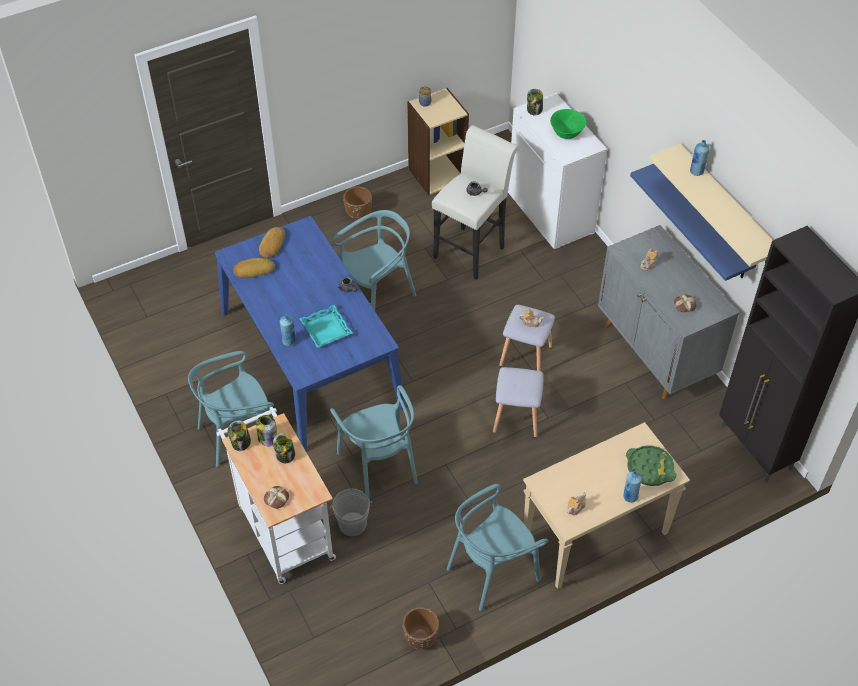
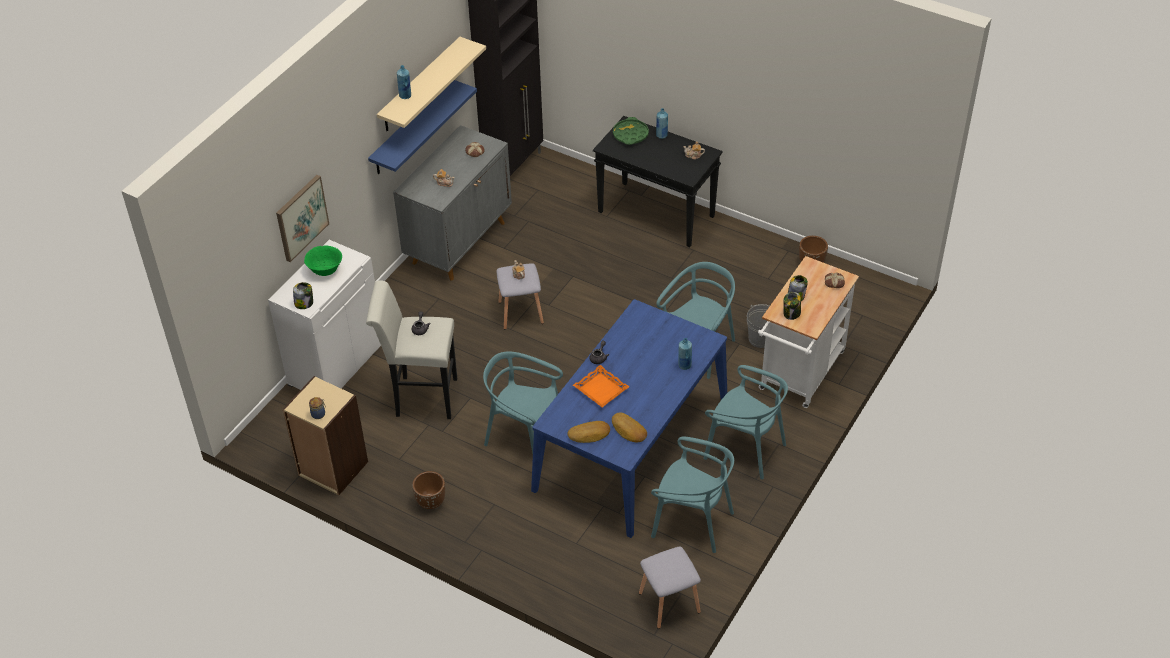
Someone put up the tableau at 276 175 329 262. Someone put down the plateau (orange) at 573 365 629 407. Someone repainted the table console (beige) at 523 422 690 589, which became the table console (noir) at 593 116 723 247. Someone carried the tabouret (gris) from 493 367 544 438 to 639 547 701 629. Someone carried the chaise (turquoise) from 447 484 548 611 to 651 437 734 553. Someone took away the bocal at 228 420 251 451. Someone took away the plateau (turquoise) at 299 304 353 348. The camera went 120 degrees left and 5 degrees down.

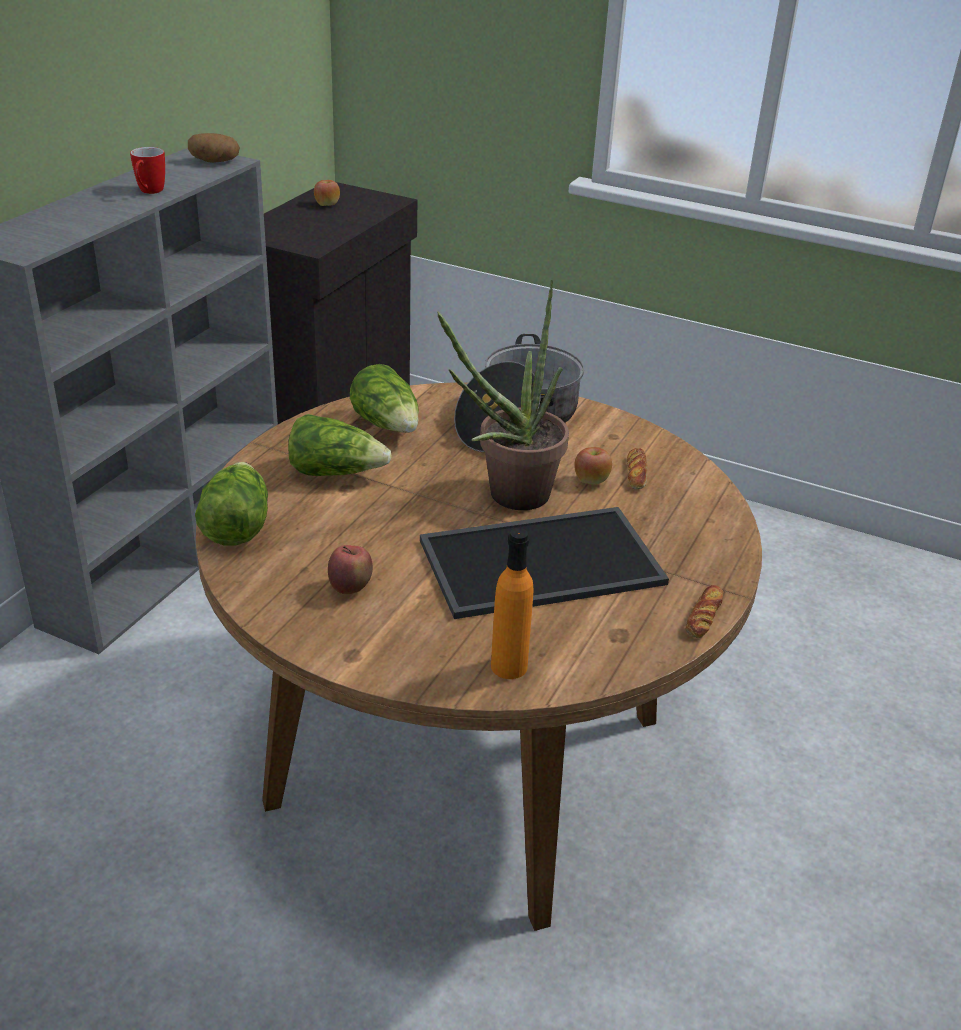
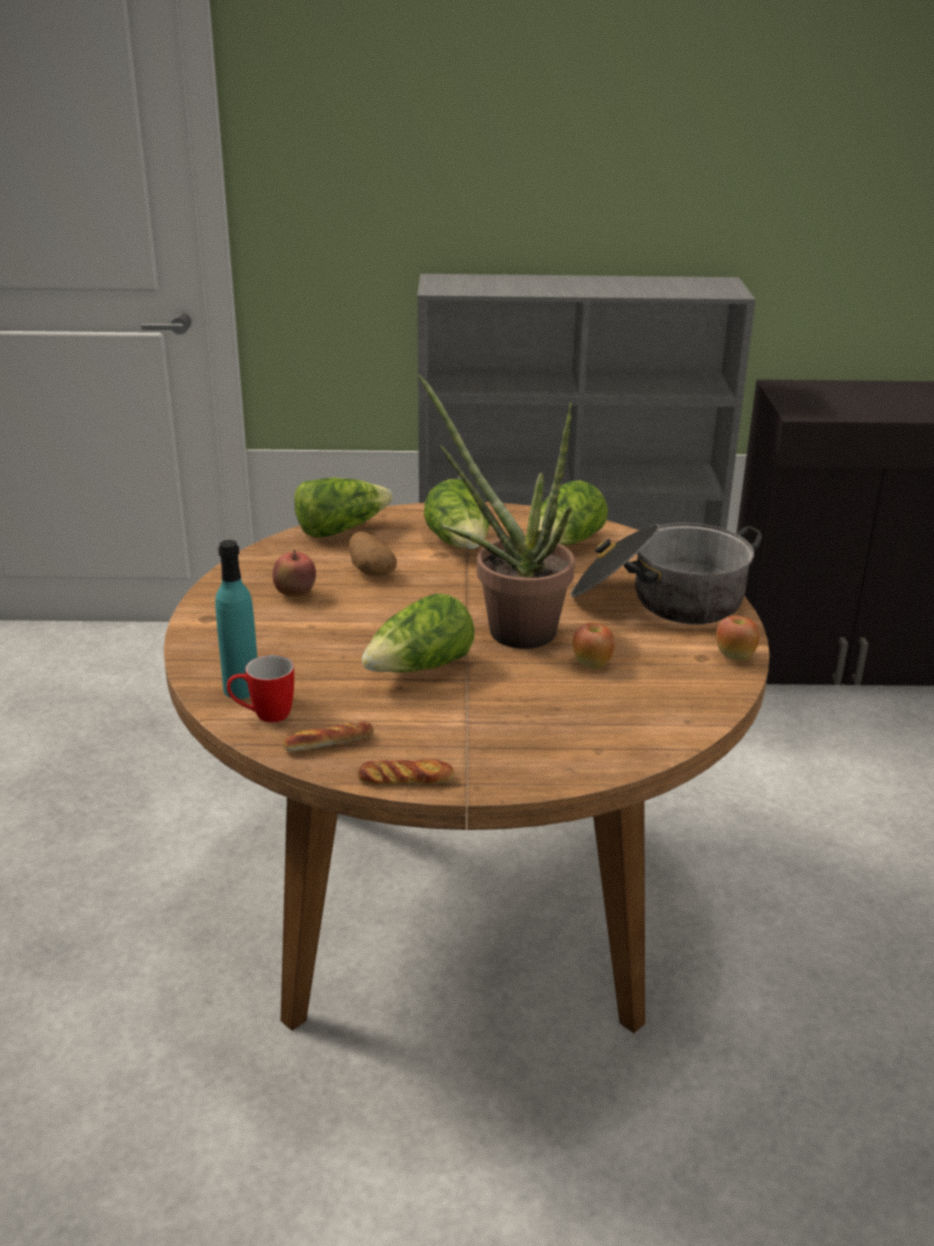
Someone repainted the bouteille (orange) at 491 528 534 679, which became the bouteille (turquoise) at 215 540 257 699. Someone carried the mug from 130 147 165 194 to 227 655 294 723. Someone carried the pain from 627 448 647 489 to 283 721 374 752. Someone carried the pomme de terre from 188 133 240 163 to 349 532 397 576. Someone swapped the plateau at 420 507 669 619 for the laitue at 362 593 475 673. Someone carried the pomme from 314 180 340 206 to 716 615 760 660. The camera went 65 degrees right and 5 degrees down.

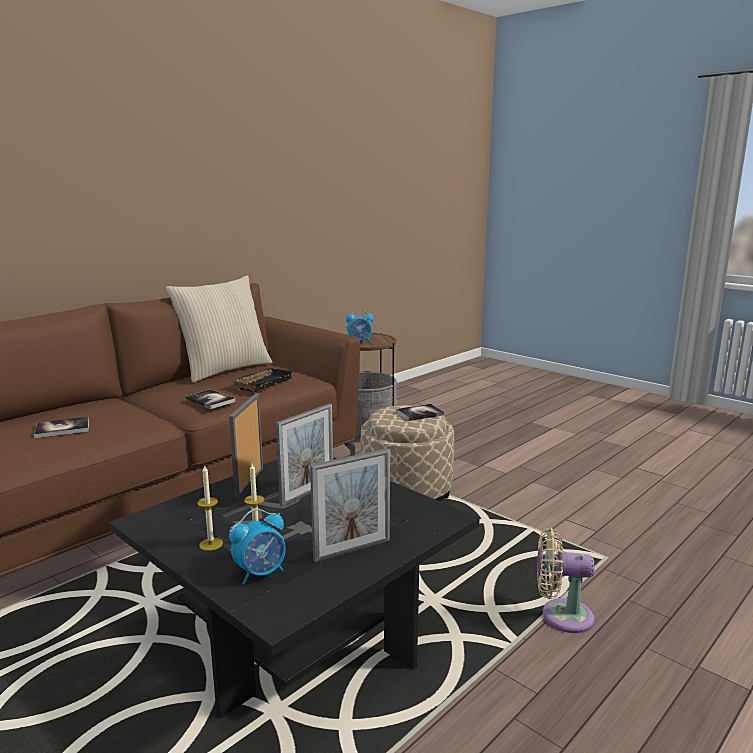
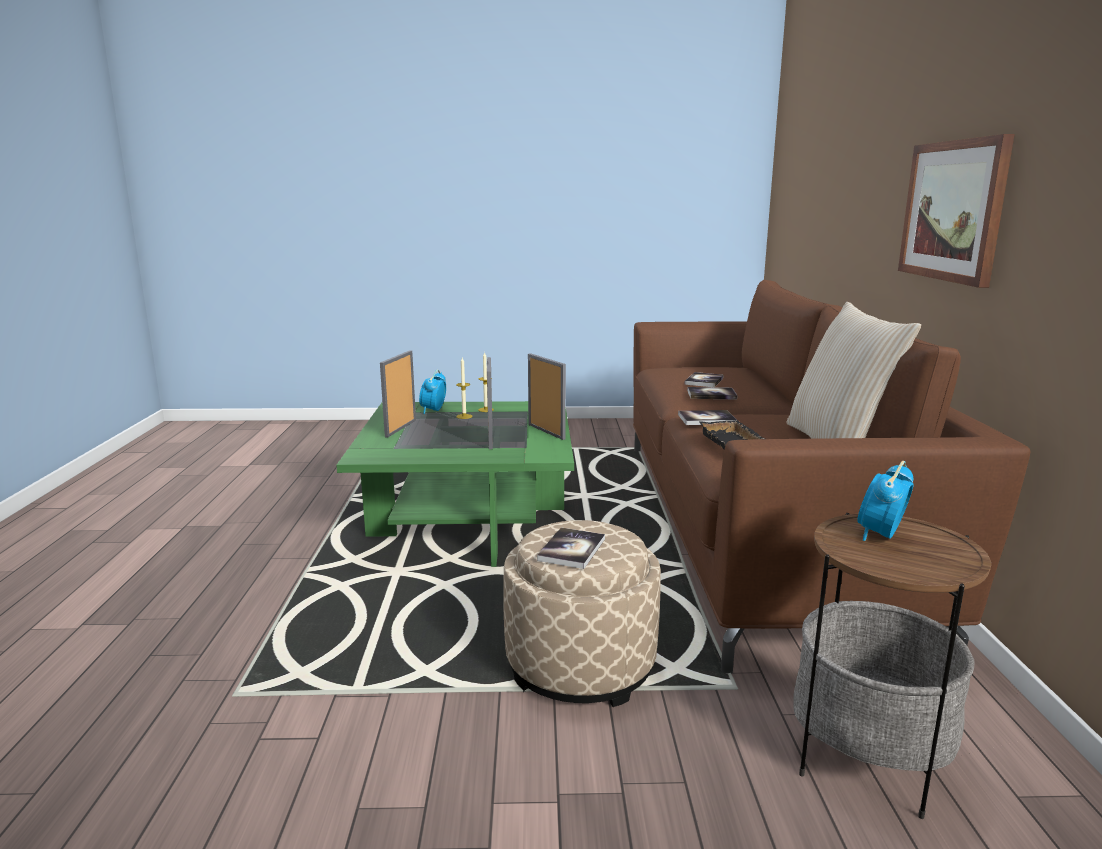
Someone repainted the table basse (noir) at 110 457 480 718, which became the table basse (vert) at 336 401 574 567. Someone put down the livre at 687 387 737 400. Someone put up the tableau at 898 134 1015 288. Someone took away the ventilateur (beige) at 537 528 595 633. The camera went 135 degrees right and 0 degrees up.

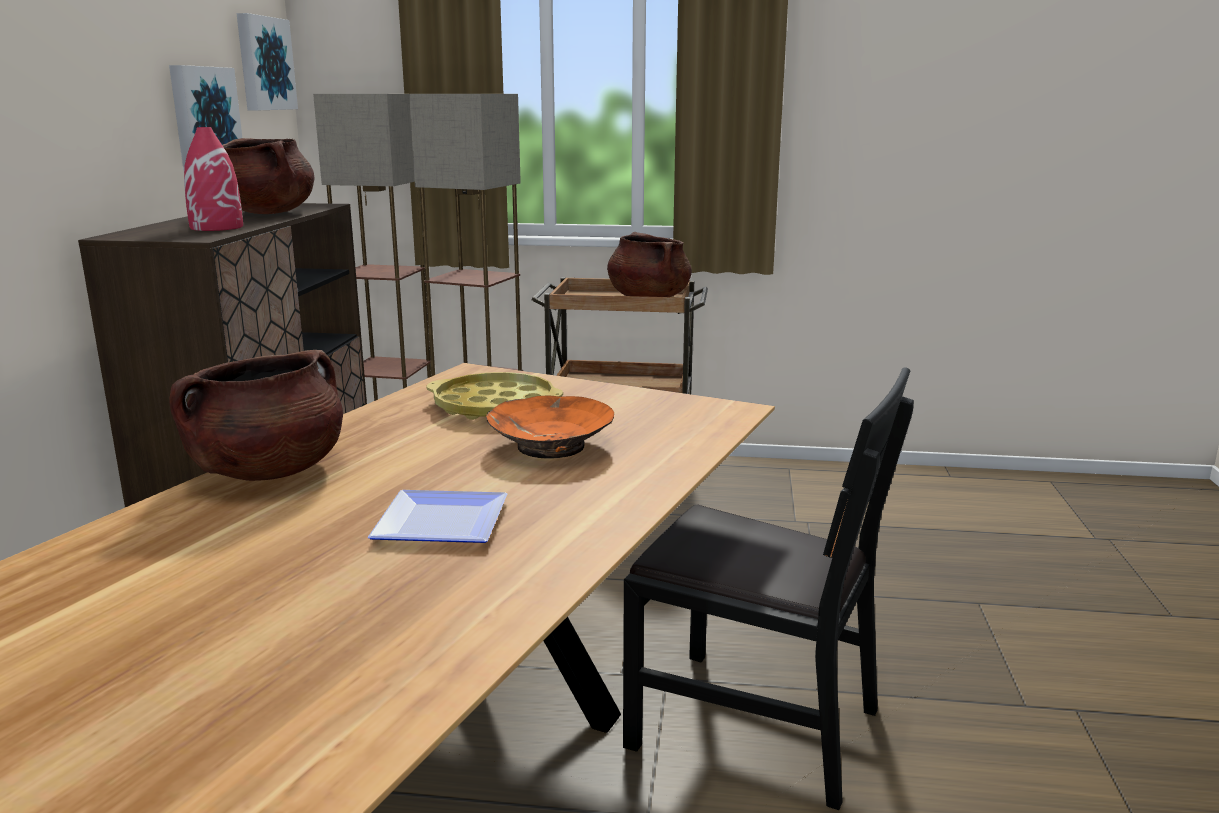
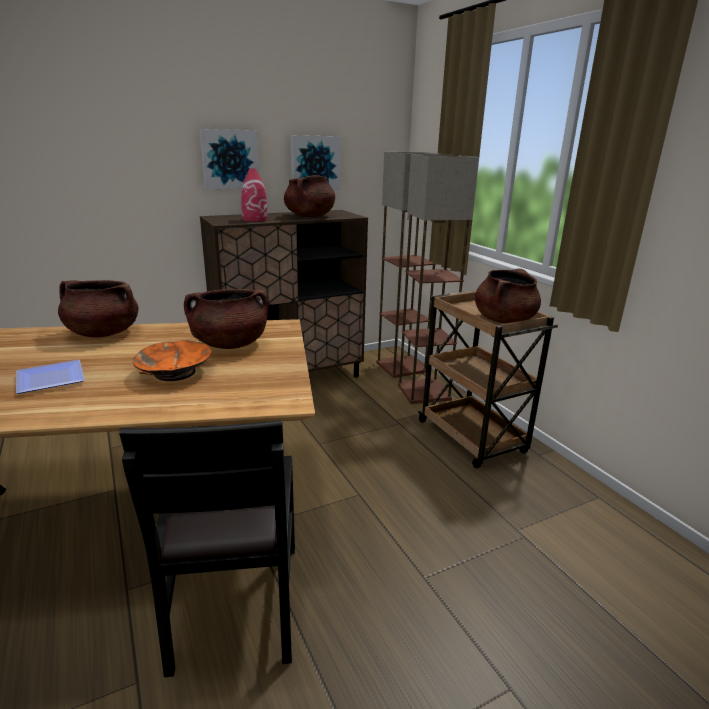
Someone swapped the plateau (jaune) at 427 372 563 420 for the marmite (marron) at 184 289 268 349. Someone carried the tableau from 236 13 298 110 to 199 129 259 189. The camera went 55 degrees right and 5 degrees up.

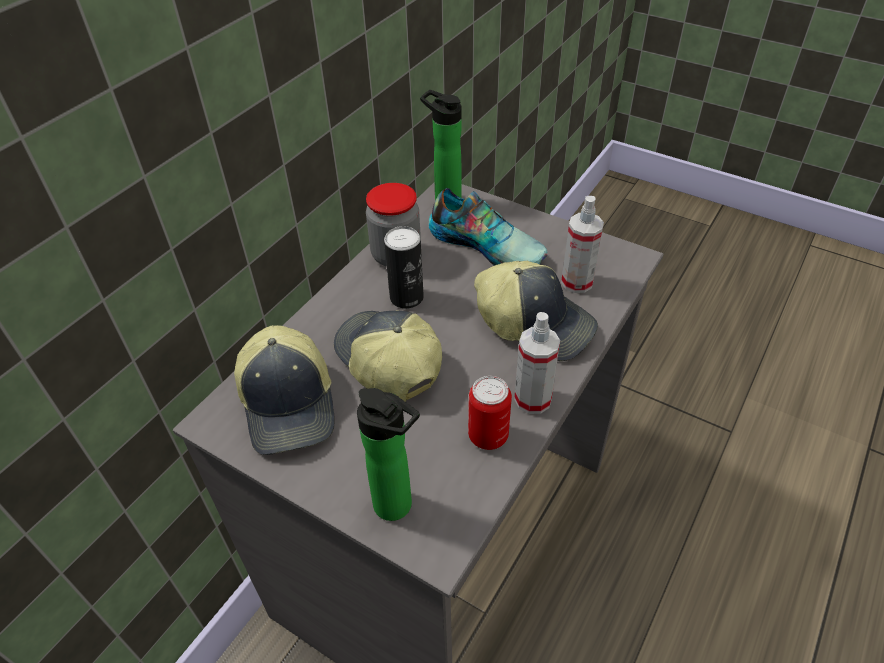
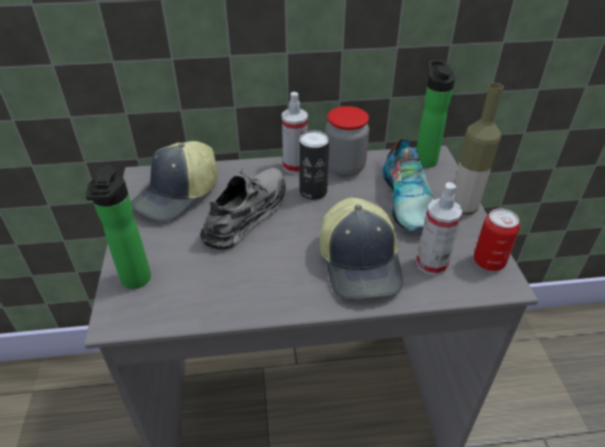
Someone swapped the casquette at 334 310 442 402 for the chaussure (gris) at 200 168 286 250. Someone carried the vaporisateur from 514 312 560 414 to 282 92 308 174. Someone put down the bouteille at 454 83 504 215. Someone carried the boîte métallique from 468 376 512 450 to 474 208 520 271. The camera went 50 degrees right and 5 degrees down.

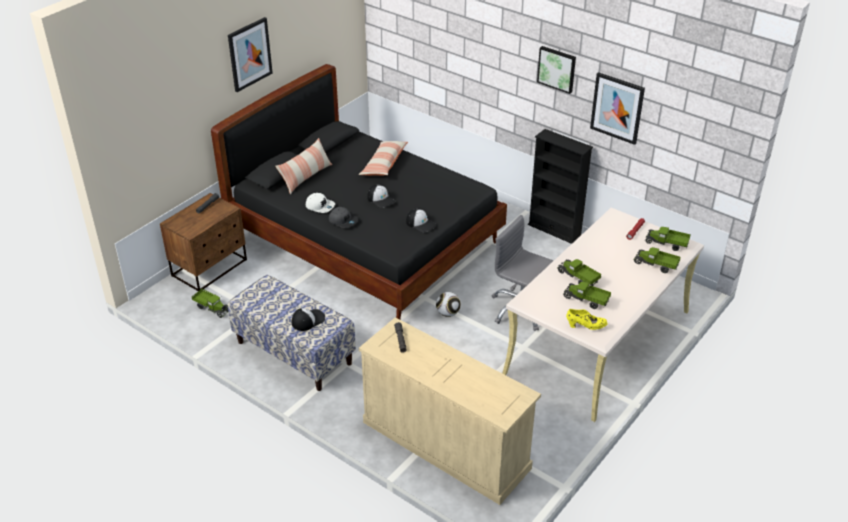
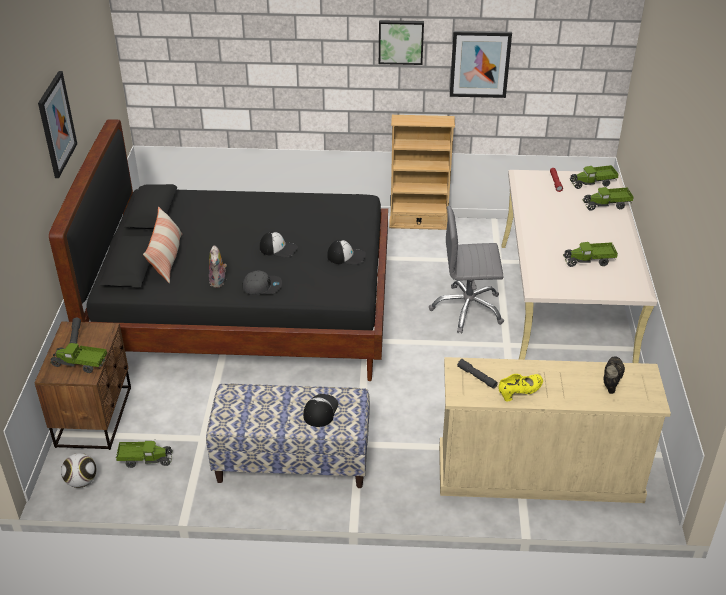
Someone carried the camion jouet from 557 259 601 286 to 50 343 107 373. Someone carried the ballon de foot from 436 292 461 317 to 61 453 97 488. Someone swapped the casquette (blanc) at 306 193 335 213 for the peluche at 209 245 227 288. Someone repainted the bibliothèque (noir) at 528 129 593 244, which became the bibliothèque (beige) at 389 115 455 230. Someone carried the chaussure (jaune) from 566 309 608 330 to 499 374 543 401. Someone put down the chaussure (noir) at 604 356 625 394. Someone took away the coussin at 359 141 408 176. The camera went 35 degrees left and 0 degrees up.

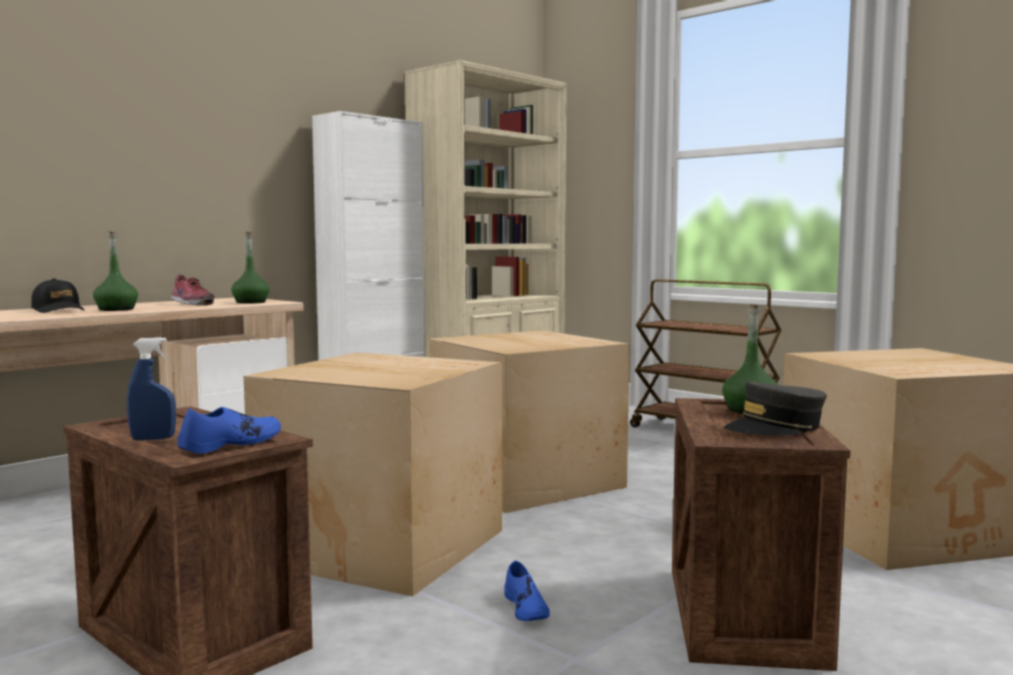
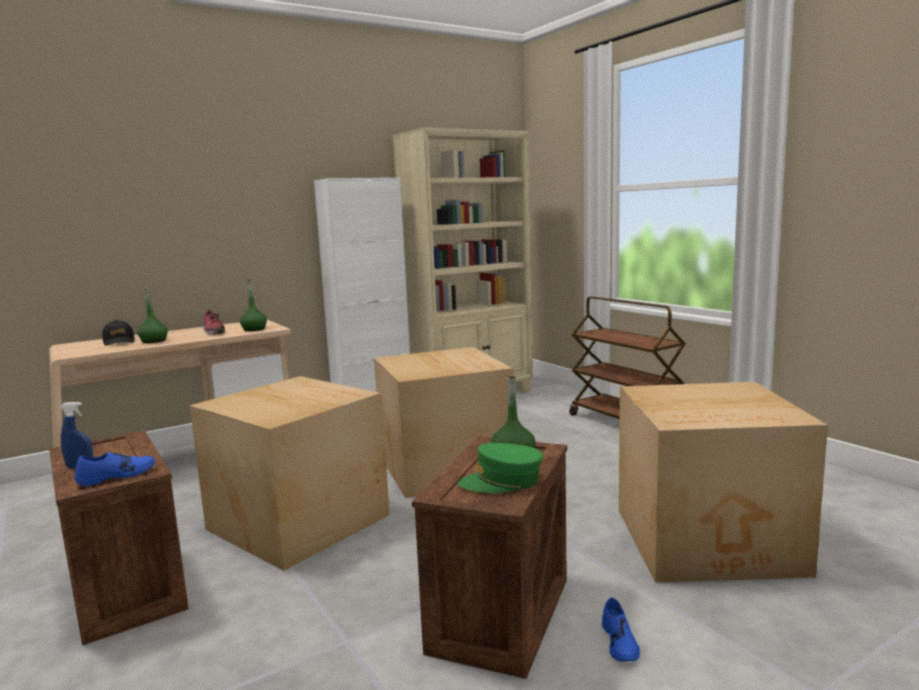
Someone repainted the casquette (gris) at 724 382 827 436, which became the casquette (vert) at 458 443 543 493. Someone carried the chaussure (bleu) from 504 560 550 621 to 602 597 640 661. The camera went 15 degrees right and 5 degrees up.

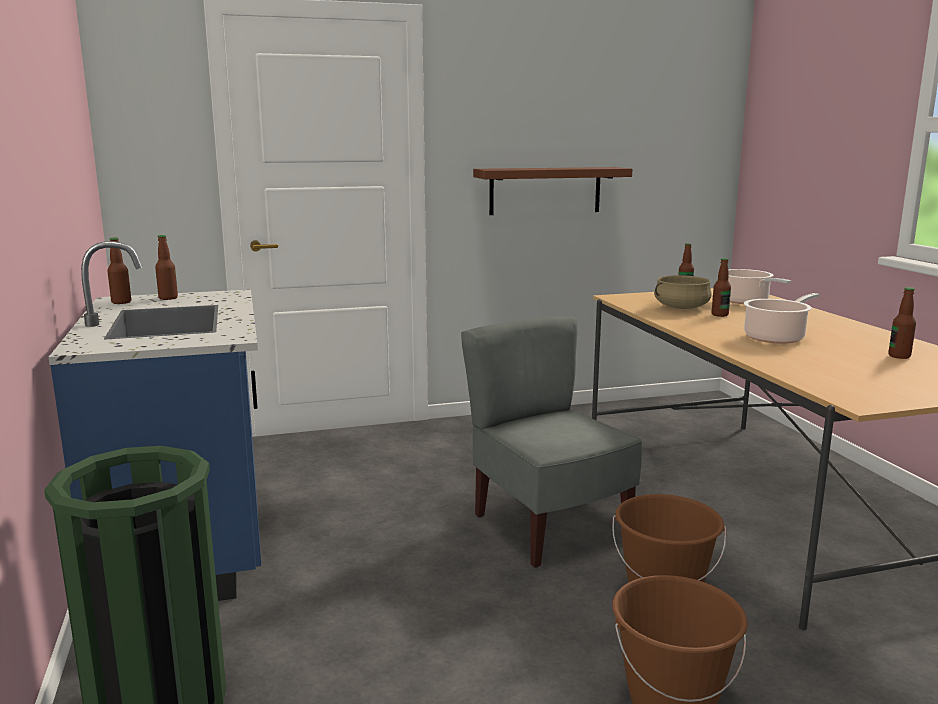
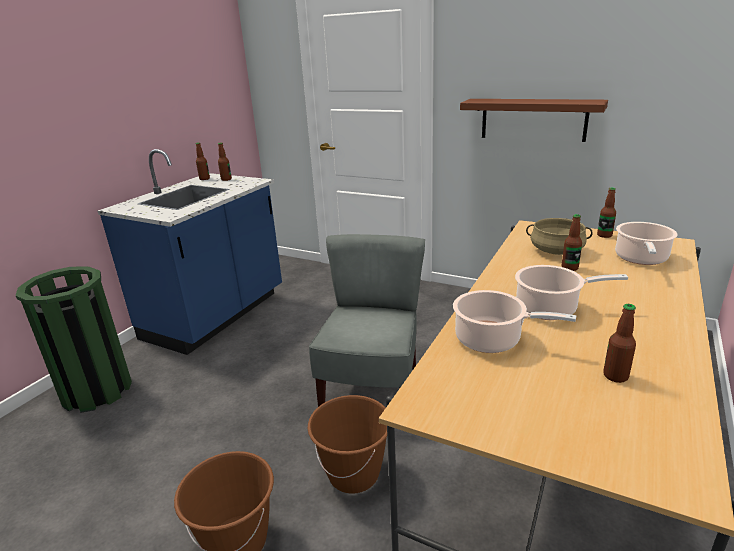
Someone put down the marmite at 453 290 576 353. The camera went 45 degrees right and 10 degrees up.

